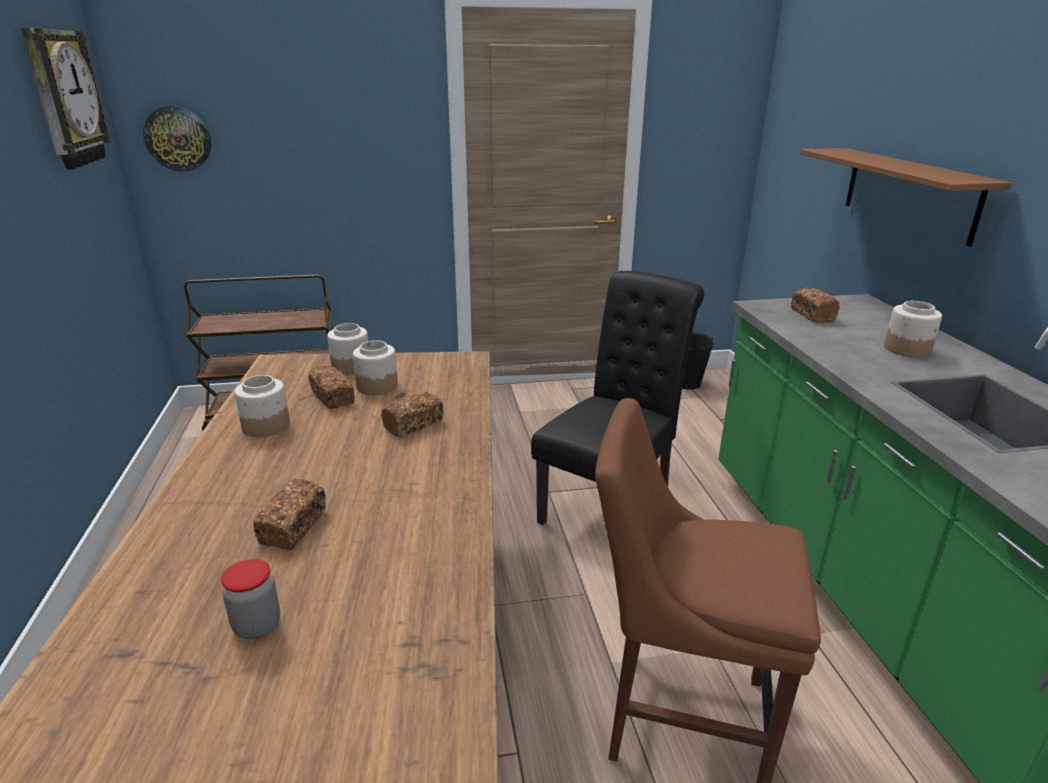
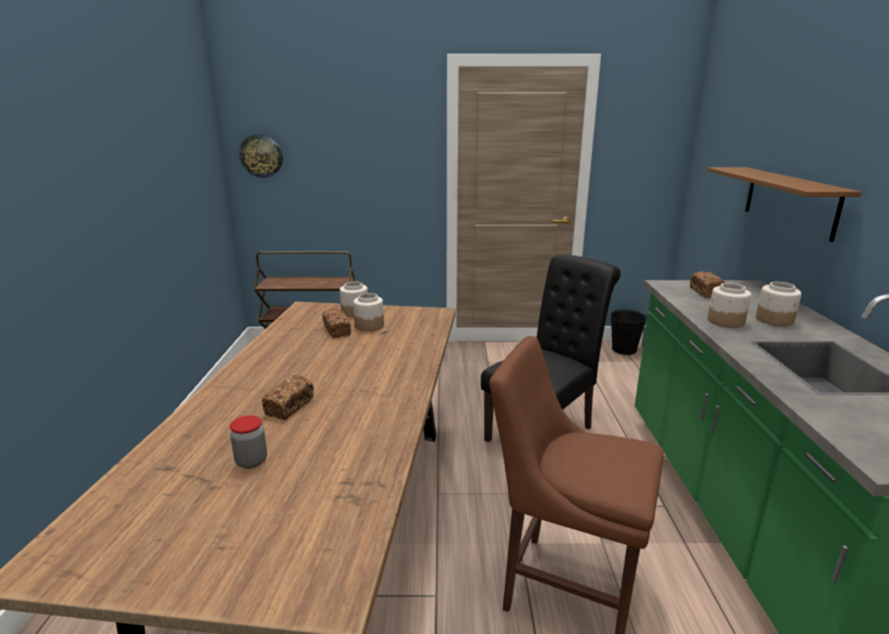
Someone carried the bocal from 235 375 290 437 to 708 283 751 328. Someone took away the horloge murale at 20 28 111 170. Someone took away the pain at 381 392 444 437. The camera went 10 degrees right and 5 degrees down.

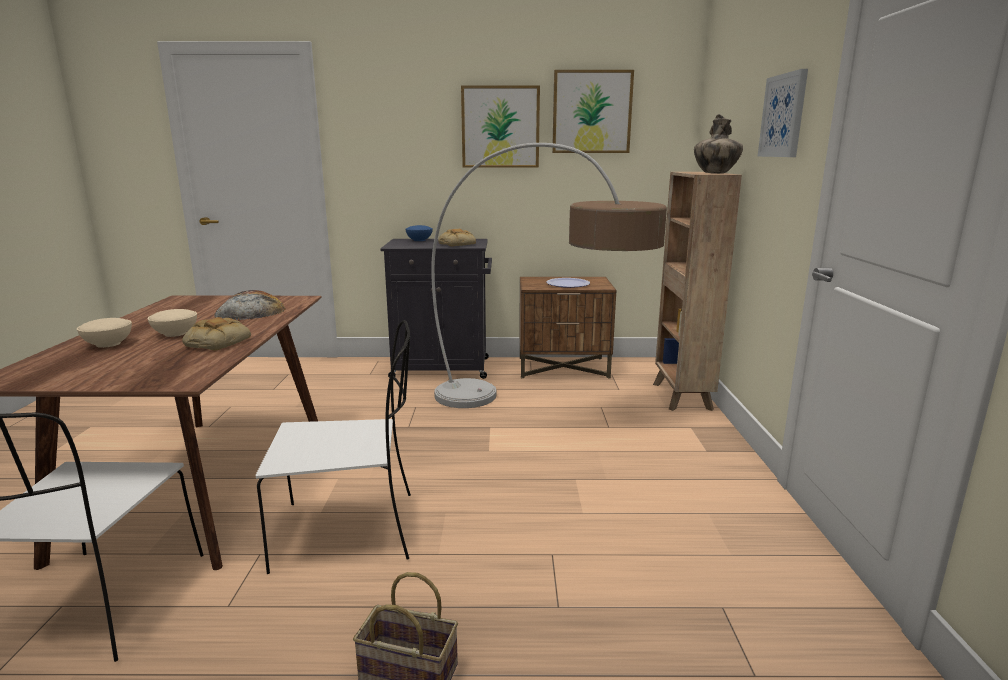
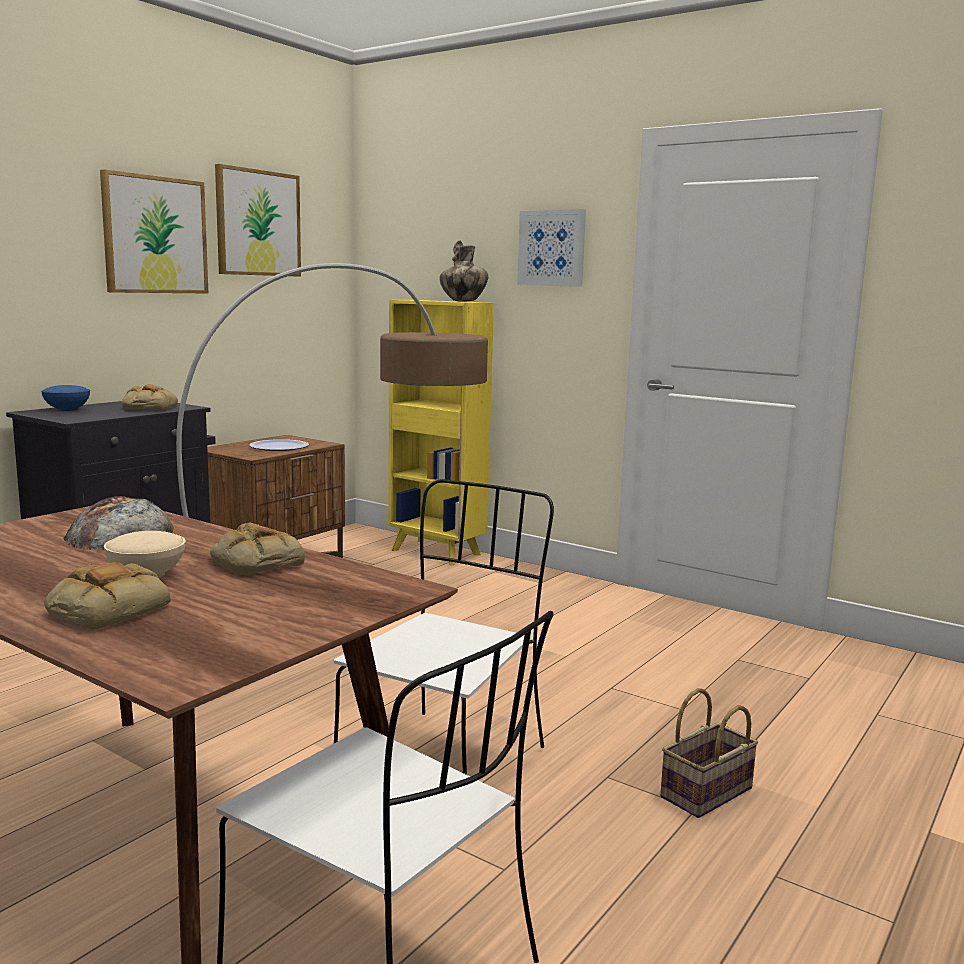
Someone swapped the bol (beige) at 77 318 132 348 for the pain at 44 562 171 629. Someone repainted the bibliothèque (marron) at 653 172 742 411, which became the bibliothèque (jaune) at 388 300 494 565. The camera went 55 degrees left and 5 degrees down.

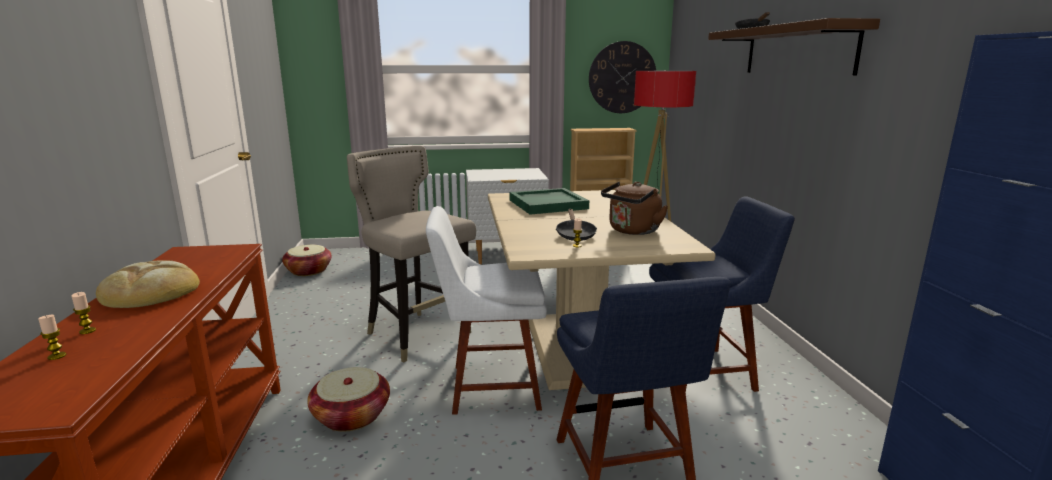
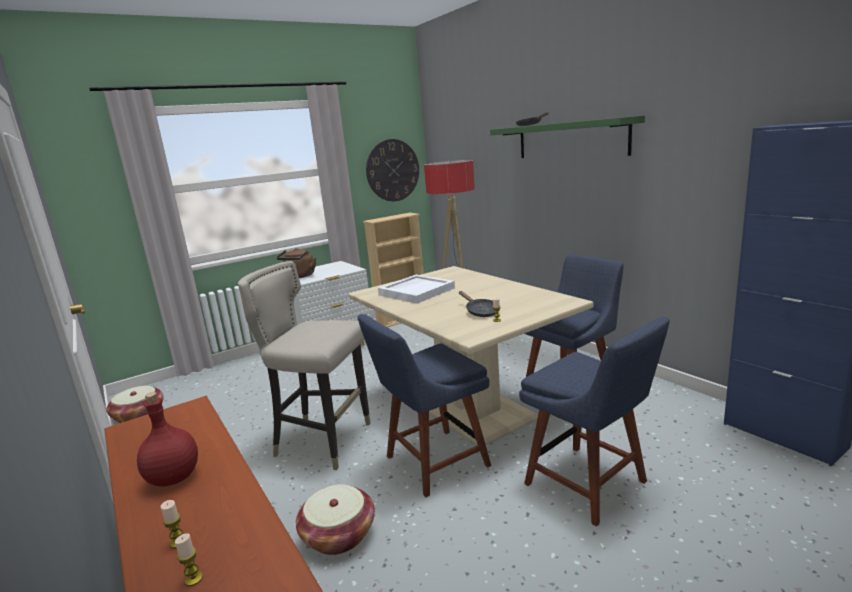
Someone swapped the pain at 96 260 200 308 for the bouteille (rouge) at 137 392 198 486. Someone carried the bouilloire (marron) from 601 181 668 235 to 276 248 316 278. Someone repainted the chaise (blanc) at 426 206 547 415, which became the chaise (bleu) at 358 314 491 497. Someone repainted the plateau (vert) at 510 188 589 215, which became the plateau (blanc) at 378 275 455 304. Someone repainted the étagère (marron) at 708 18 880 75, which became the étagère (vert) at 490 115 645 158. The camera went 25 degrees left and 0 degrees up.

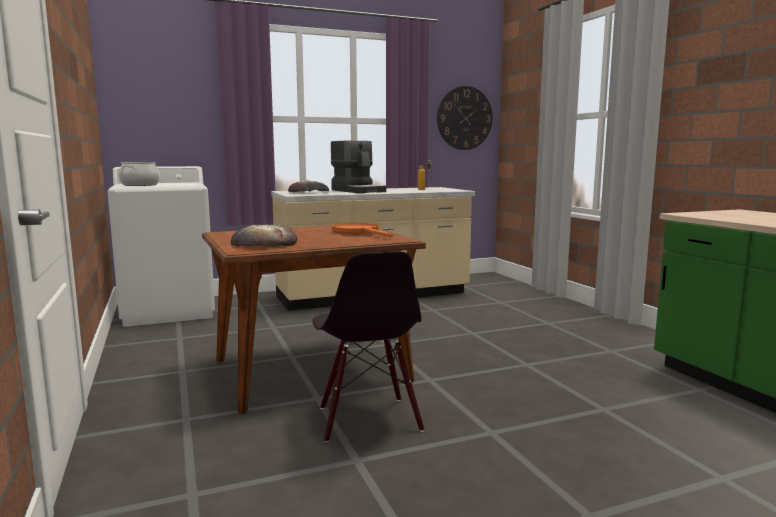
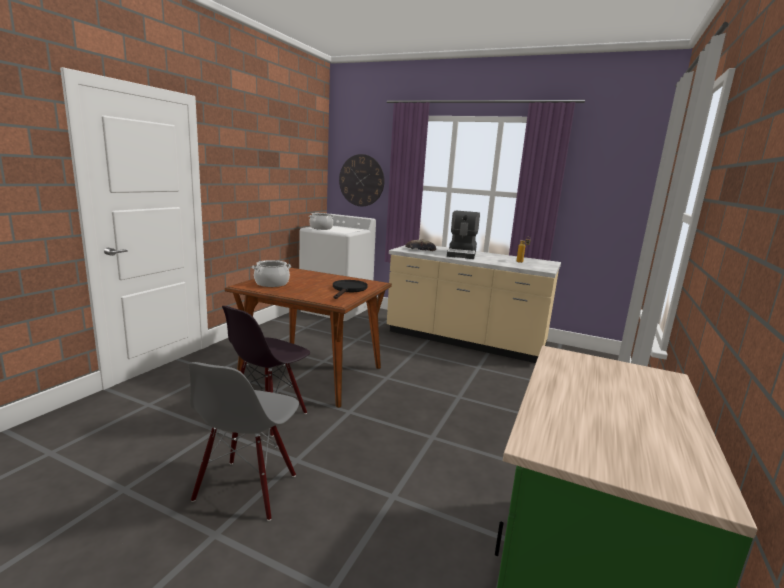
Someone put down the chaise (gris) at 188 362 299 521. Someone swapped the pain at 231 225 297 248 for the marmite at 252 260 291 287. Someone repainted the poêle (orange) at 332 223 393 237, which became the poêle (noir) at 333 280 368 299. Someone carried the horloge murale from 437 86 493 150 to 339 154 384 206. The camera went 45 degrees right and 5 degrees up.

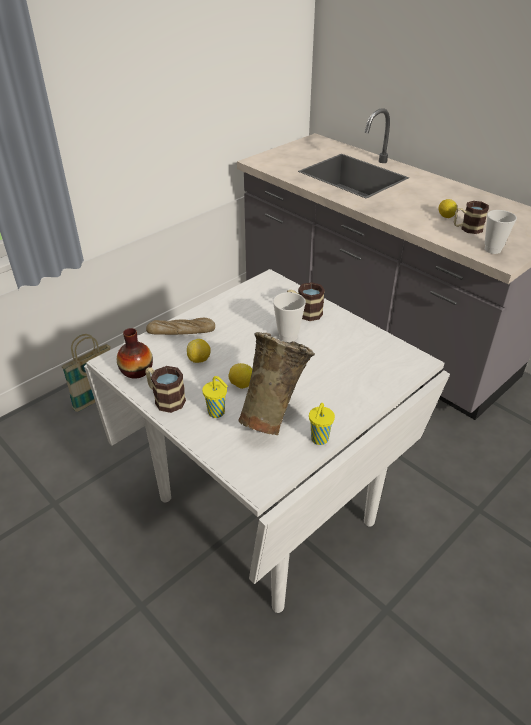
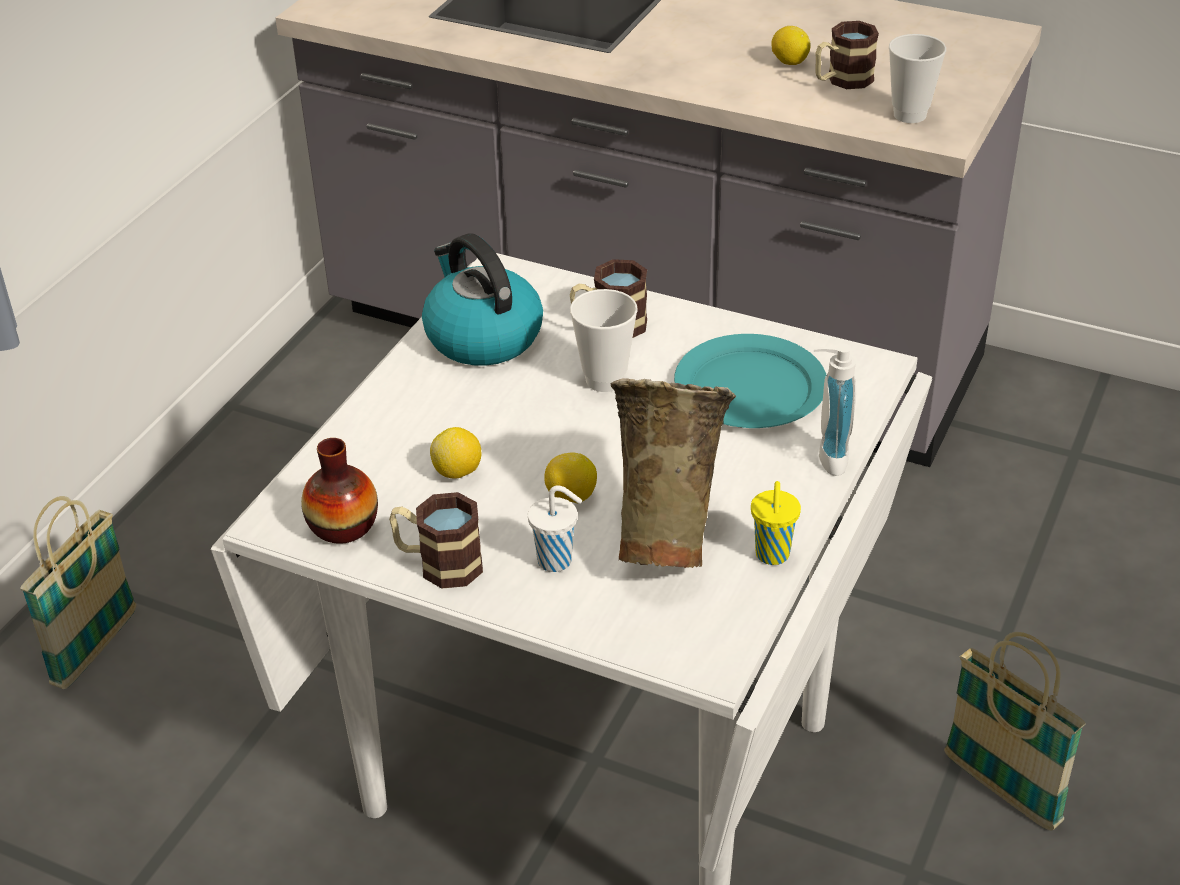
Someone put down the bouilloire at 422 233 543 366. Someone repainted the tasse (jaune) at 202 376 228 418, which became the tasse (blanc) at 528 485 582 572. Someone put down the assiette (turquoise) at 674 334 827 428. Someone put down the distributeur de savon at 813 344 856 476. Someone put down the panier at 944 632 1086 831. Someone took away the pain at 146 318 215 335. The camera went 20 degrees left and 0 degrees up.

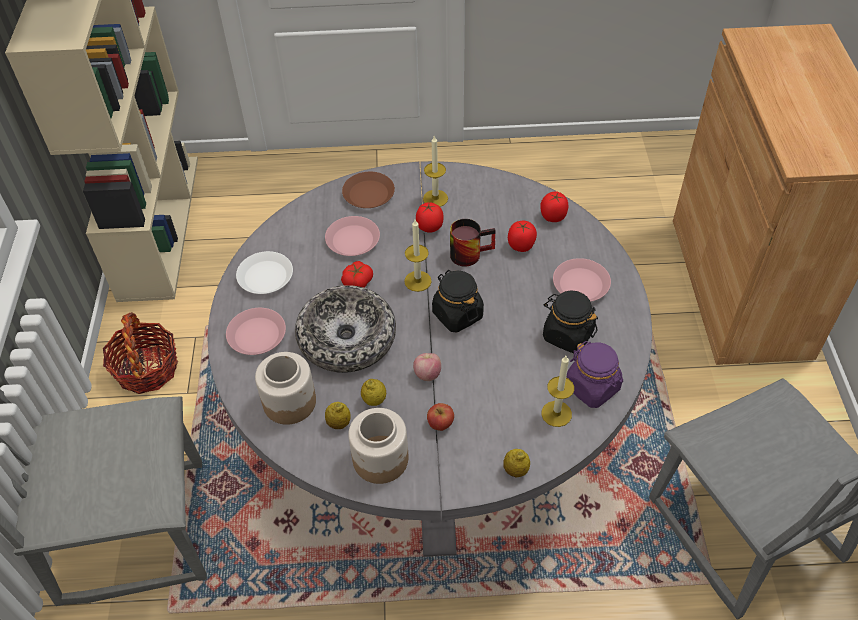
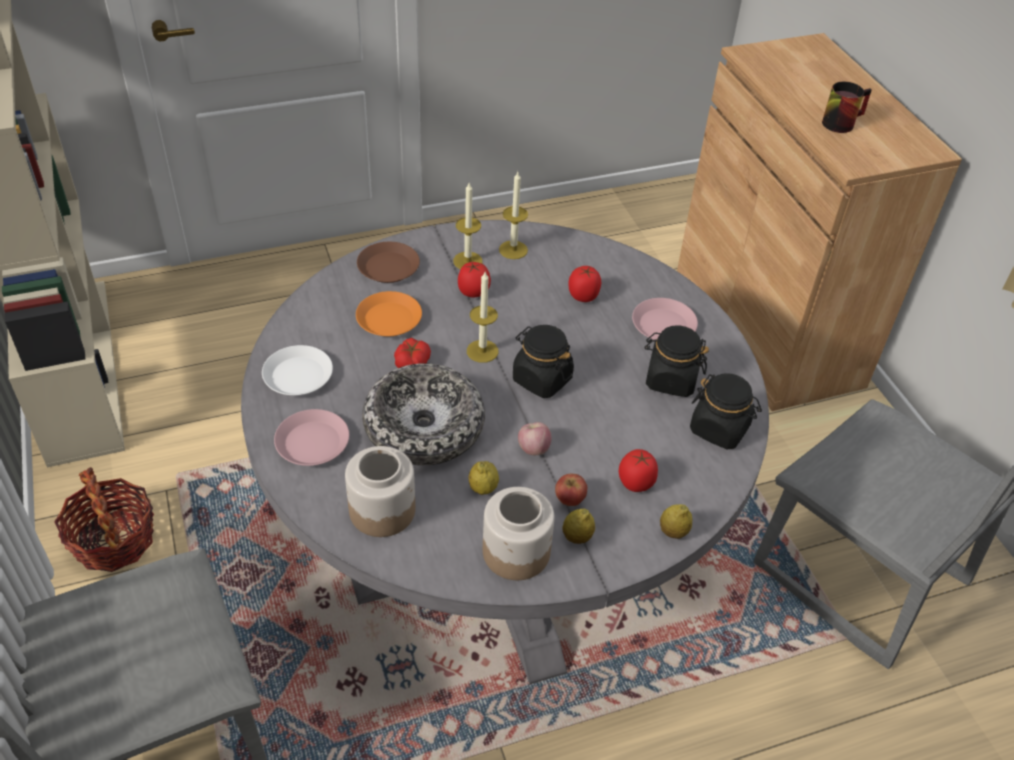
Someone repainted the assiette (rose) at 325 216 380 256, which became the assiette (orange) at 356 291 422 337. Someone carried the bougie from 542 356 574 427 to 499 172 528 259. Someone carried the citron from 325 402 351 429 to 562 508 595 544. Someone carried the tomate from 540 191 568 222 to 619 449 658 492. Someone repainted the bocal (violet) at 566 341 623 408, which became the bocal (noir) at 690 374 762 450. Someone carried the mug from 450 219 496 267 to 822 82 872 133. The camera went 20 degrees left and 5 degrees down.

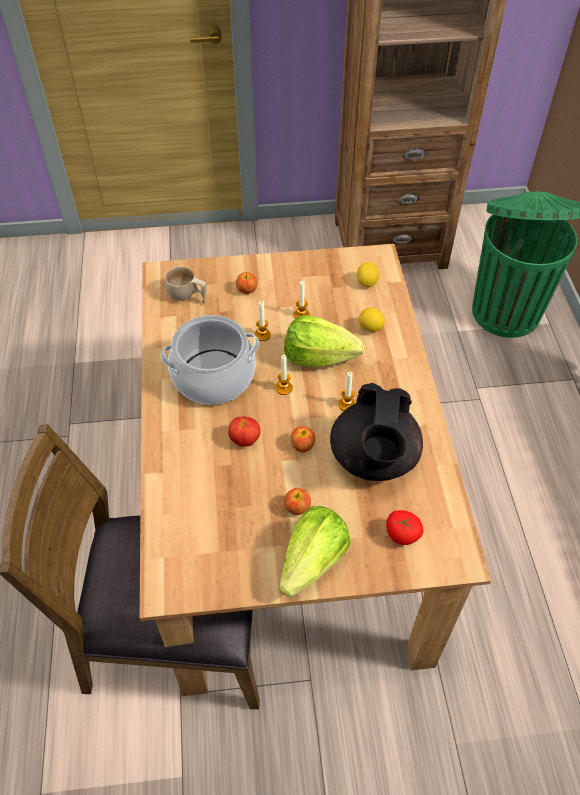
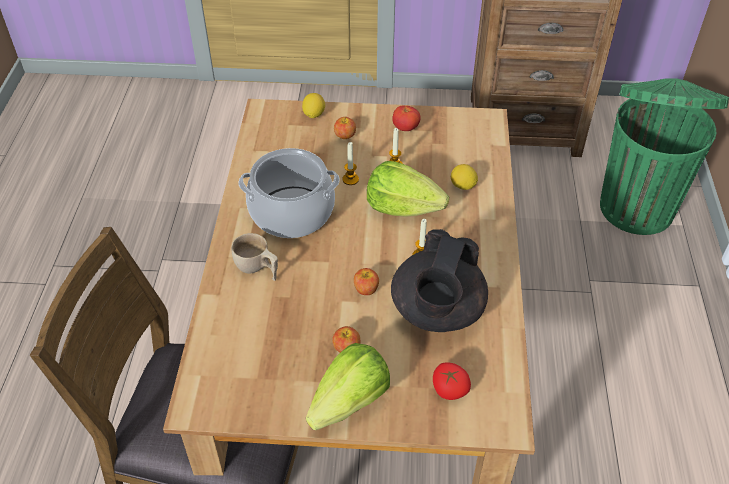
Someone carried the tasse (beige) from 165 266 206 304 to 232 233 278 281. Someone carried the citron from 357 262 380 288 to 302 93 325 118. Someone carried the tomate from 228 417 261 447 to 392 106 421 131. Someone took away the bougie at 276 355 293 395. The camera went 10 degrees right and 5 degrees down.

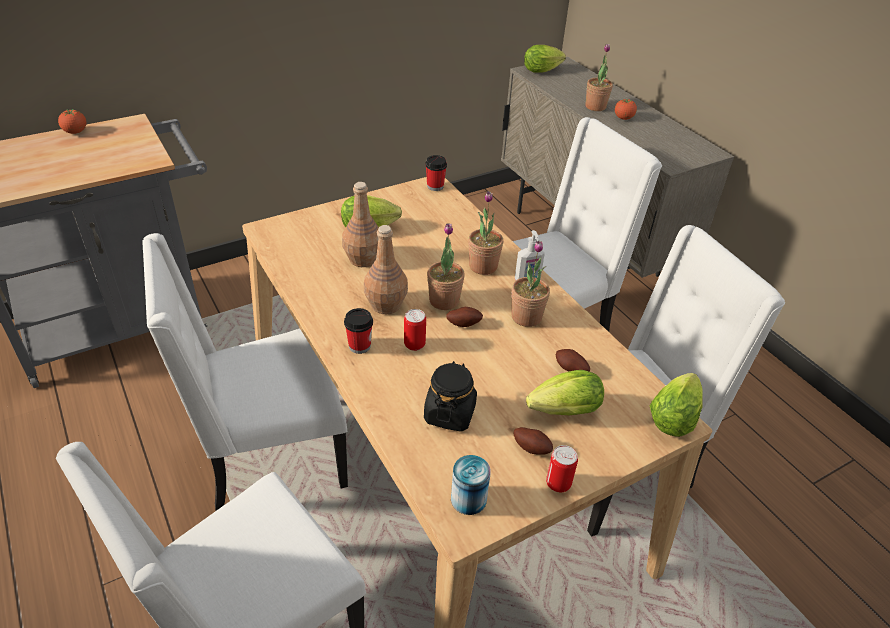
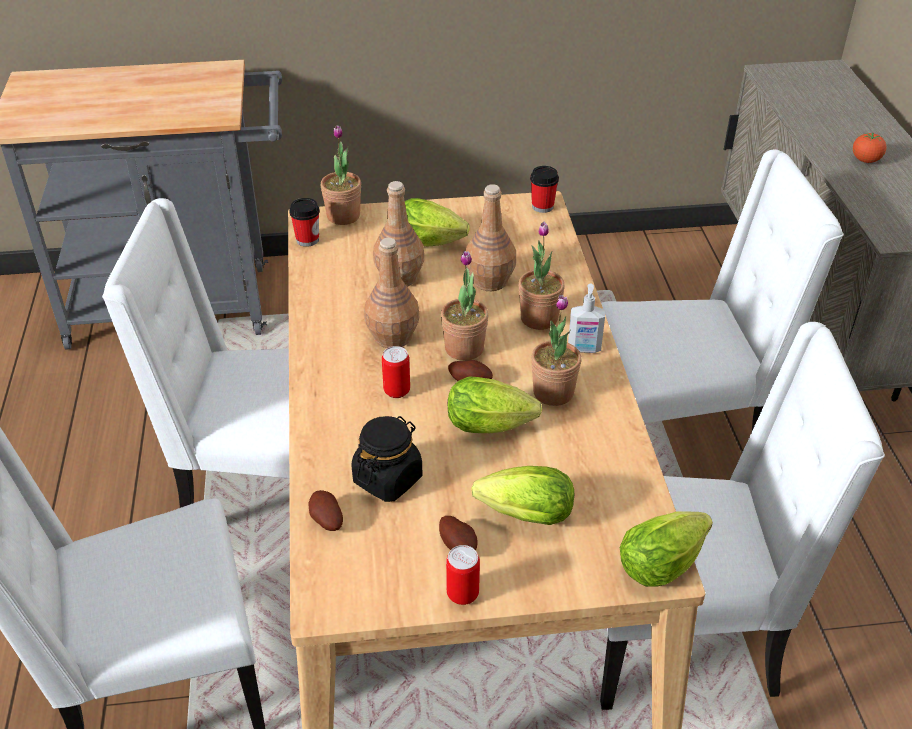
Someone carried the tasse from 344 308 373 354 to 289 198 320 247. Someone carried the pomme de terre from 556 349 590 371 to 308 490 343 531. Someone carried the plante en pot from 585 44 613 111 to 320 125 361 225. Someone carried the laitue from 524 45 566 73 to 448 376 542 433. Someone put down the bouteille (marron) at 466 184 516 291. Someone took away the tomate at 58 109 86 134. Someone took away the boîte métallique at 451 455 491 515. The camera went 25 degrees right and 0 degrees up.

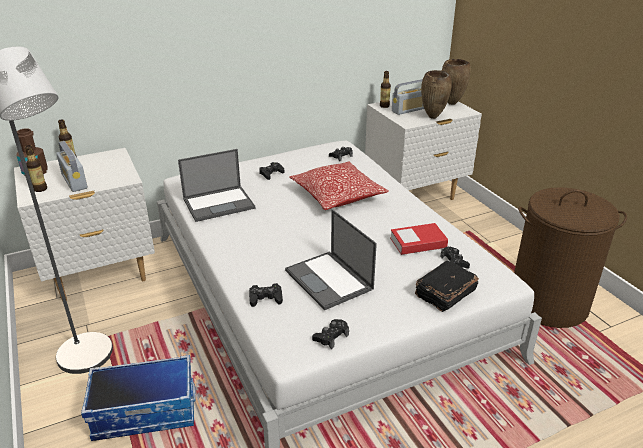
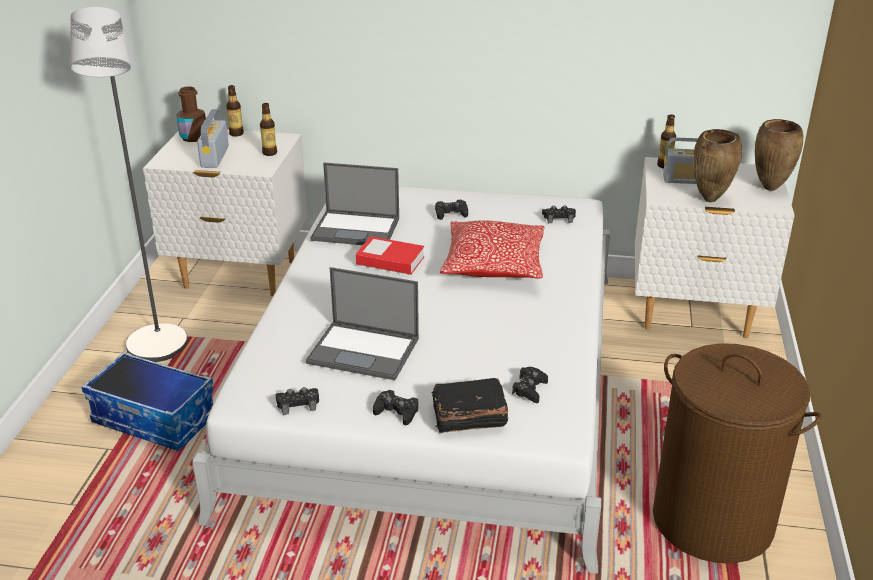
Someone carried the bouteille from 25 145 47 192 to 260 103 277 156. Someone rotated the ordinateur portable at 285 209 377 310 by 75 degrees counterclockwise. Someone carried the livre from 390 223 448 255 to 356 236 424 275. Someone carried the manette (noir) from 249 283 283 307 to 373 390 418 426. The camera went 35 degrees right and 0 degrees up.

